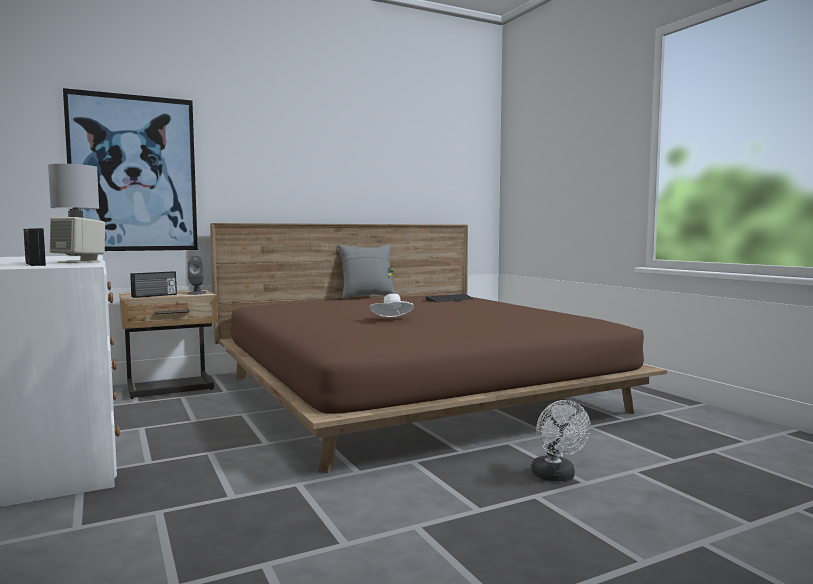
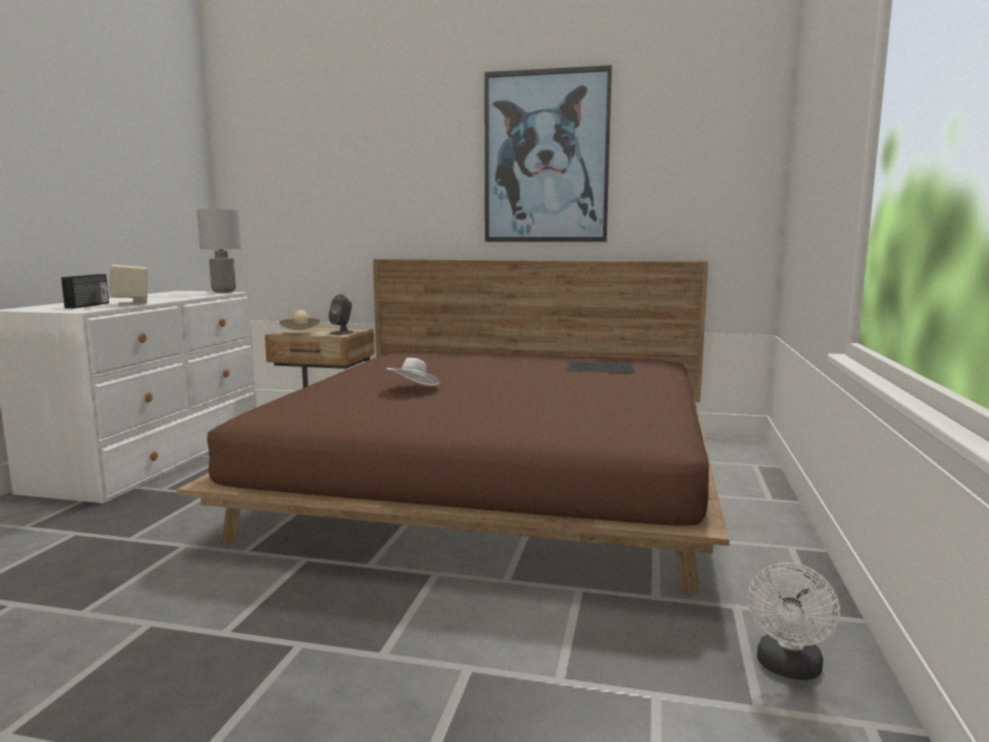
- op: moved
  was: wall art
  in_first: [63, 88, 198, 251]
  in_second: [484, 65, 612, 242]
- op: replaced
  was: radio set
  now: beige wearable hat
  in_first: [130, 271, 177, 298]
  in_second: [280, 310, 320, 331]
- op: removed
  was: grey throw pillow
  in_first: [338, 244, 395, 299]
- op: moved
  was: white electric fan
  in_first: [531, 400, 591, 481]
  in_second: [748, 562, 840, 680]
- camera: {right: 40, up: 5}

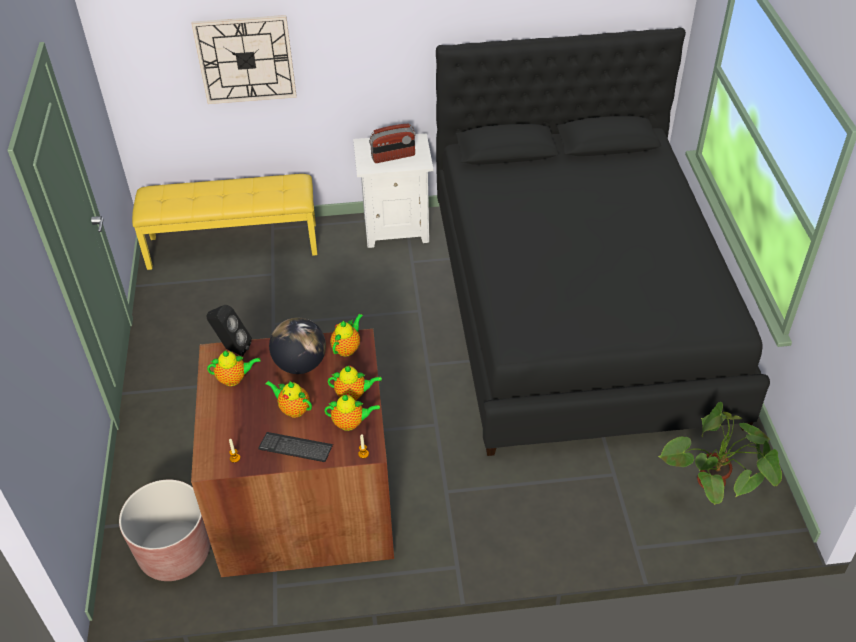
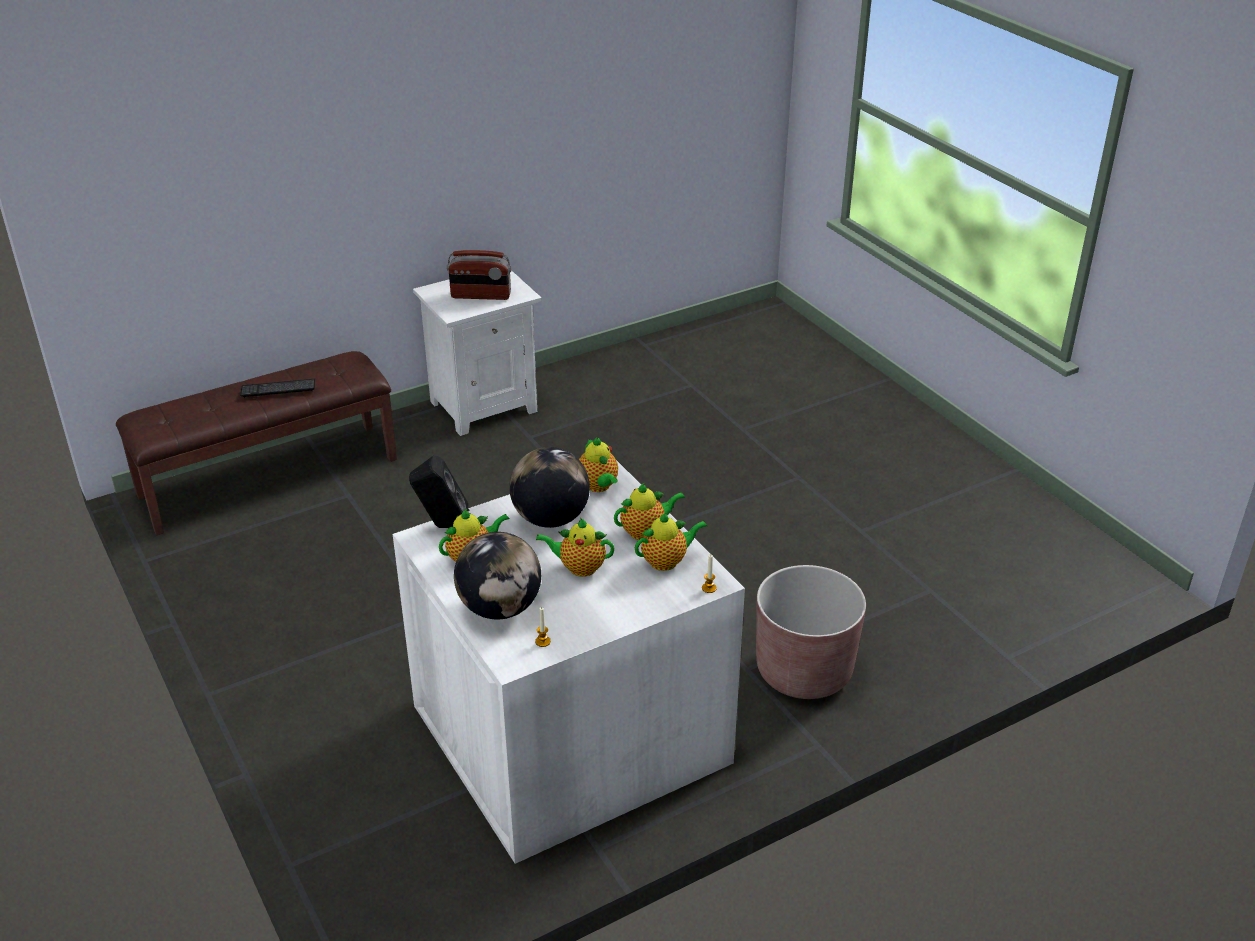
- op: moved
  was: brown flower pot
  in_first: [119, 480, 210, 581]
  in_second: [756, 565, 866, 699]
- op: recoloured
  was: yellowish bench
  now: brown bench
  in_first: [132, 174, 317, 270]
  in_second: [116, 351, 397, 535]
- op: recoloured
  was: brown drawer chest
  now: white drawer chest
  in_first: [191, 329, 394, 577]
  in_second: [393, 460, 745, 864]
- op: removed
  was: wall clock
  in_first: [192, 15, 297, 104]
- op: moved
  was: PC keyboard
  in_first: [258, 432, 333, 462]
  in_second: [240, 379, 315, 398]
- op: turned
  was: teapot
  in_first: [330, 314, 363, 357]
  in_second: [579, 437, 618, 492]
  clockwise: 150
- op: turned
  was: radio set
  in_first: [369, 123, 416, 163]
  in_second: [447, 250, 512, 300]
  clockwise: 45
- op: removed
  was: black bedroom bed
  in_first: [436, 28, 770, 456]
- op: removed
  was: potted plant
  in_first: [658, 402, 782, 505]
- op: added
  now: globe
  in_second: [454, 532, 541, 620]
- camera: {right: -25, up: -10}

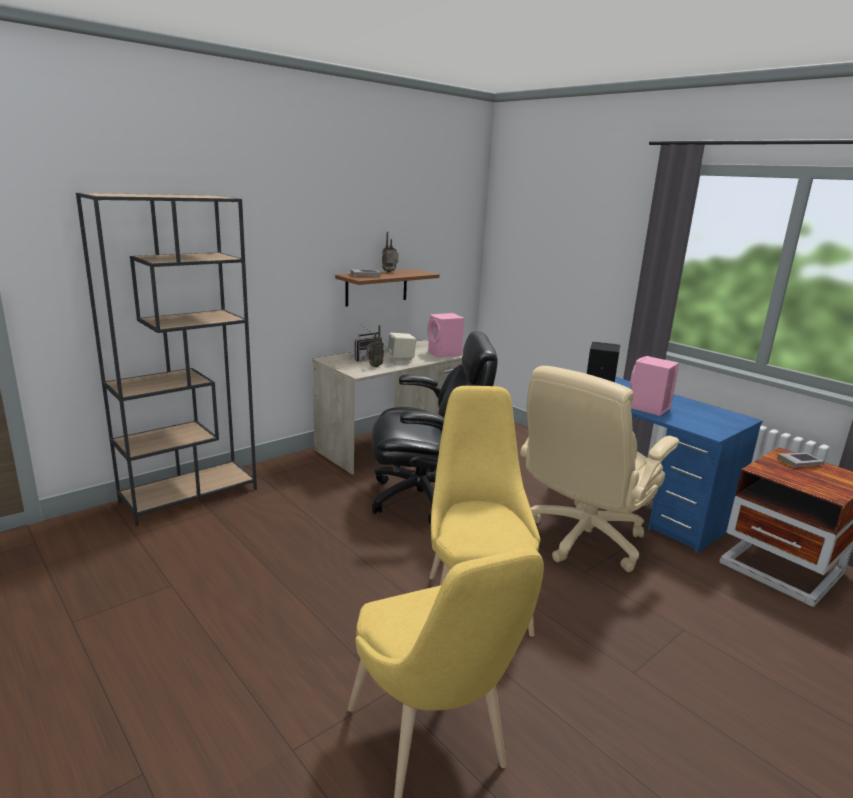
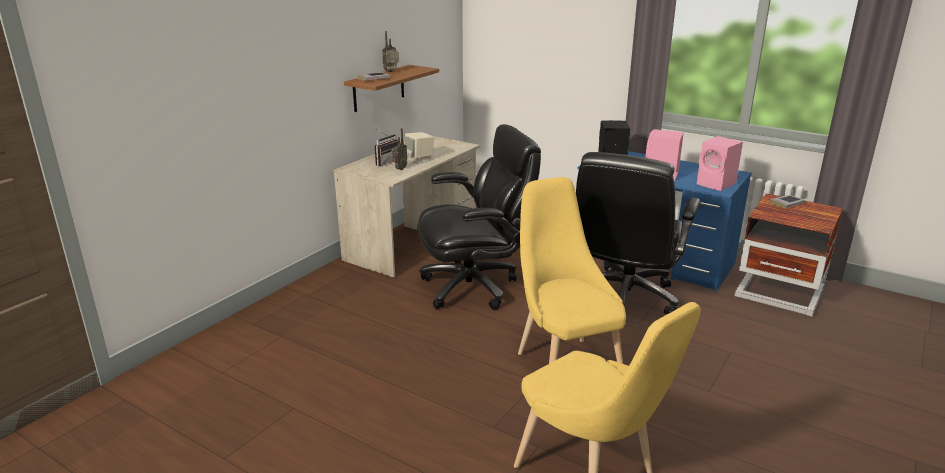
- op: removed
  was: bookcase
  in_first: [76, 193, 257, 526]
- op: moved
  was: pinkish audio speaker
  in_first: [427, 313, 464, 358]
  in_second: [697, 136, 743, 191]
- op: recoloured
  was: beige office chair
  now: black office chair
  in_first: [520, 366, 679, 572]
  in_second: [576, 152, 701, 315]
- camera: {right: -15, up: 5}

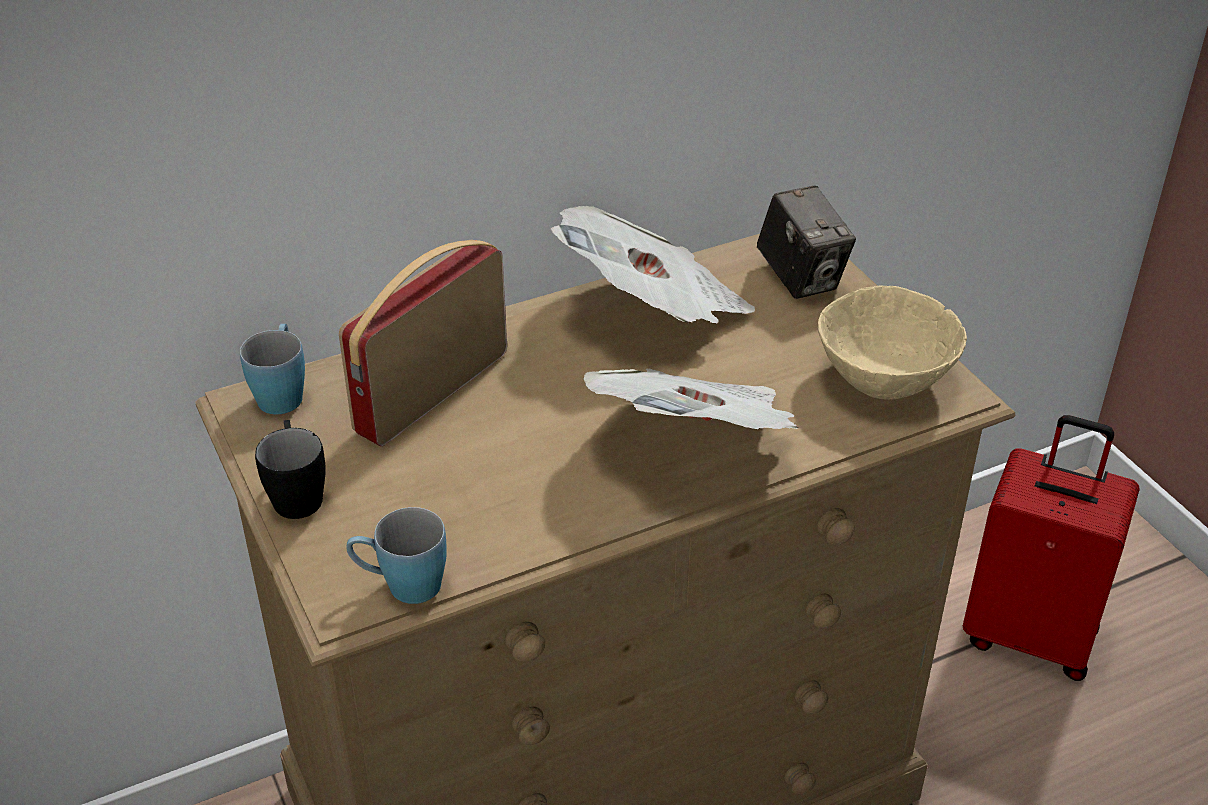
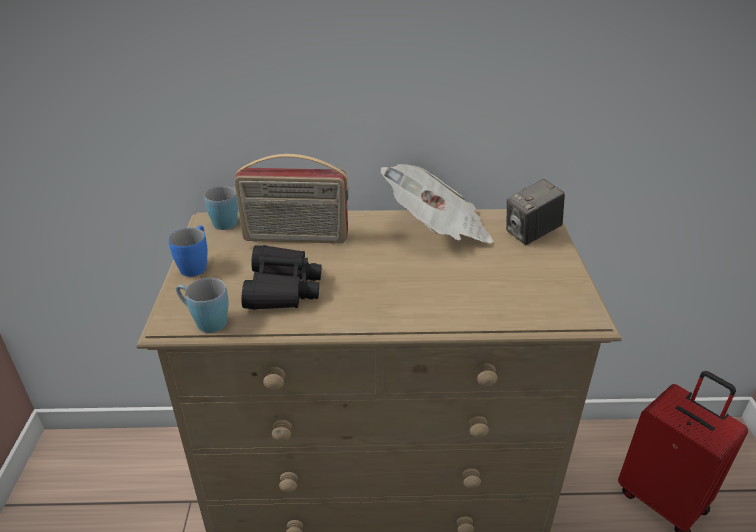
- op: recoloured
  was: black coffee mug
  now: blue coffee mug
  in_first: [255, 420, 326, 519]
  in_second: [168, 226, 207, 277]
- op: turned
  was: radio set
  in_first: [339, 239, 507, 446]
  in_second: [235, 154, 349, 243]
  clockwise: -150
- op: removed
  was: daily paper
  in_first: [583, 369, 798, 429]
- op: turned
  was: photo camera
  in_first: [757, 186, 856, 299]
  in_second: [506, 179, 565, 245]
  clockwise: 60
- op: removed
  was: beige serving bowl
  in_first: [818, 285, 967, 399]
- op: added
  now: black binoculars
  in_second: [242, 245, 321, 310]
- camera: {right: 25, up: -5}

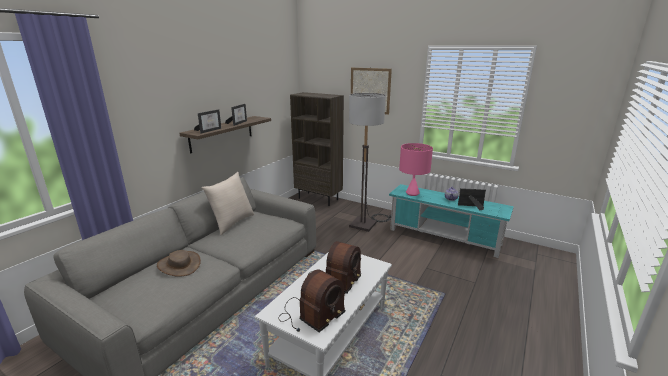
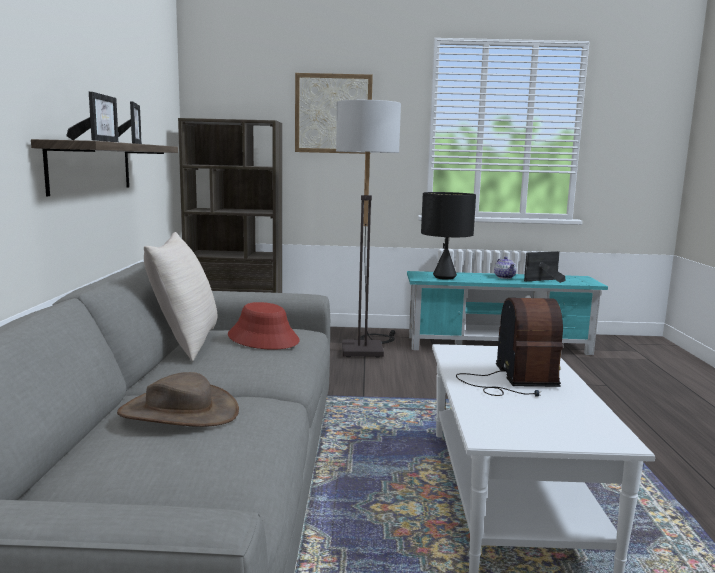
- op: removed
  was: radio set
  in_first: [278, 269, 345, 332]
- op: recoloured
  was: pinkish lamp for a table
  now: black lamp for a table
  in_first: [399, 143, 433, 196]
  in_second: [421, 192, 476, 280]
- op: added
  now: reddish wearable hat
  in_second: [228, 302, 300, 350]
- camera: {right: -30, up: -10}

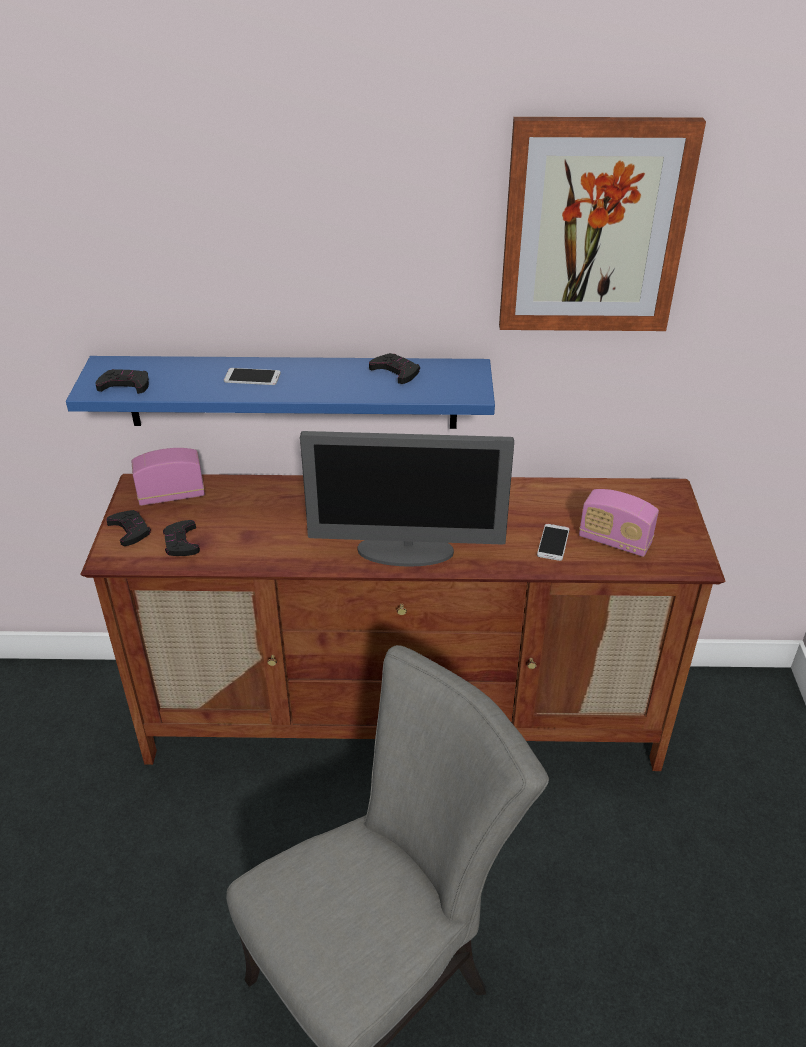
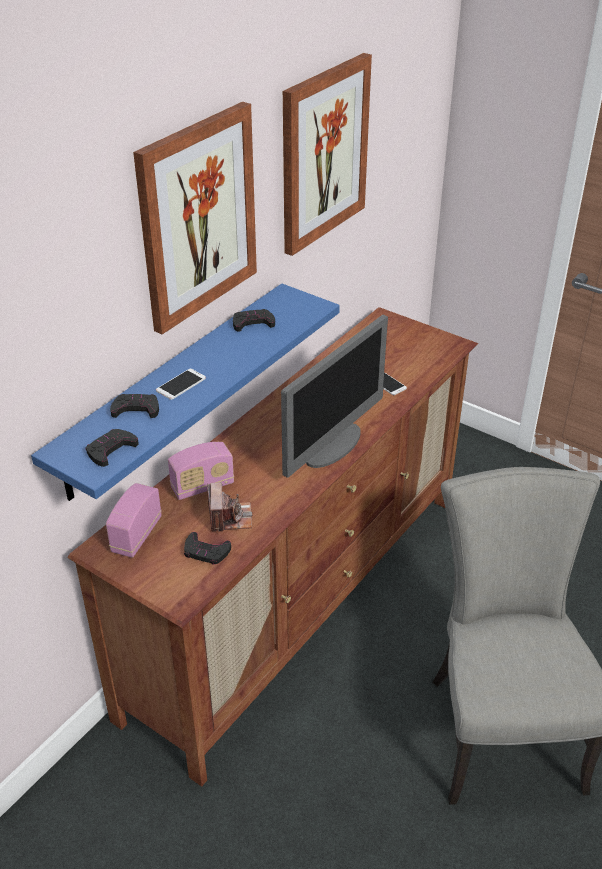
- op: moved
  was: black joypad
  in_first: [106, 510, 151, 546]
  in_second: [110, 394, 159, 418]
- op: moved
  was: radio set
  in_first: [579, 489, 659, 557]
  in_second: [168, 442, 234, 500]
- op: added
  now: wall art
  in_second: [133, 102, 257, 334]
- op: added
  now: photo camera
  in_second: [207, 482, 252, 533]
- camera: {right: -55, up: 0}

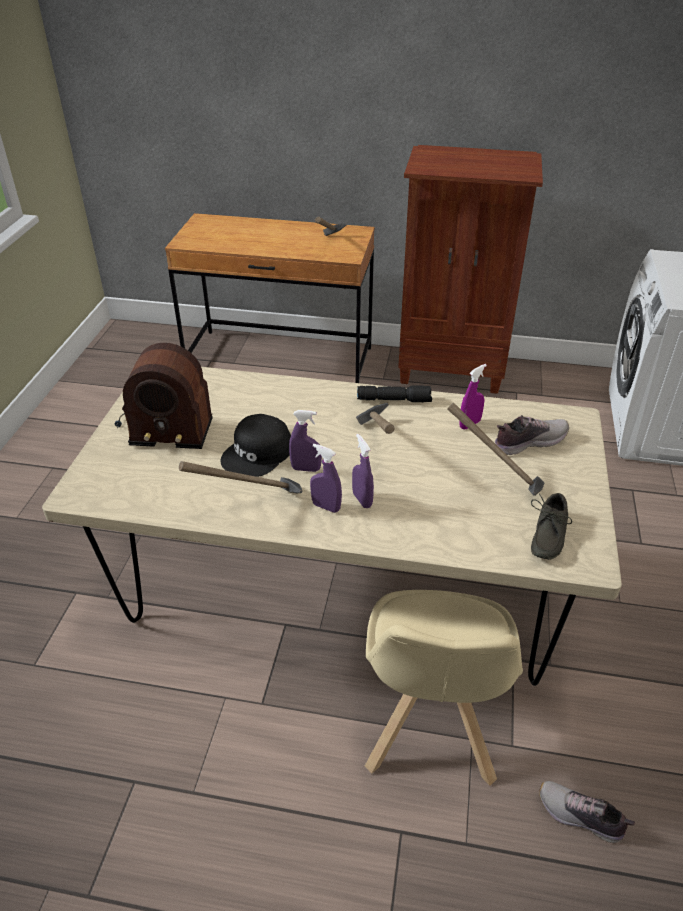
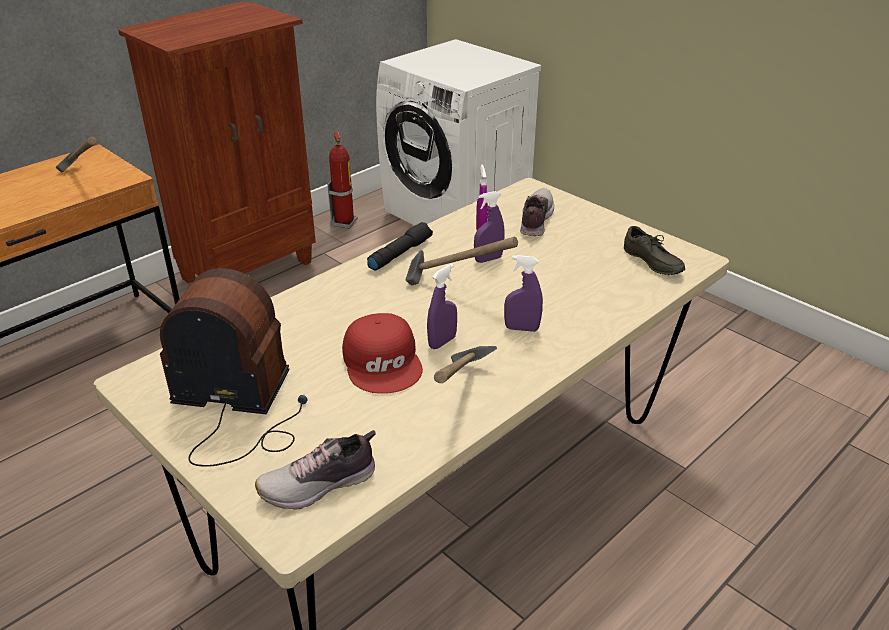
- op: turned
  was: radio set
  in_first: [115, 343, 213, 449]
  in_second: [160, 268, 308, 467]
  clockwise: -120
- op: recoloured
  was: black peaked cap
  now: reddish peaked cap
  in_first: [220, 414, 291, 477]
  in_second: [342, 313, 423, 394]
- op: moved
  was: purplish hand sprayer
  in_first: [310, 444, 342, 513]
  in_second: [474, 191, 504, 263]
- op: removed
  was: beige chair
  in_first: [365, 590, 523, 785]
- op: removed
  was: hand hammer
  in_first: [447, 403, 544, 496]
- op: moved
  was: item of footwear
  in_first: [539, 781, 635, 843]
  in_second: [255, 430, 376, 510]
- op: added
  now: fire-fighting cylinder
  in_second: [327, 131, 358, 229]
- camera: {right: -55, up: -5}

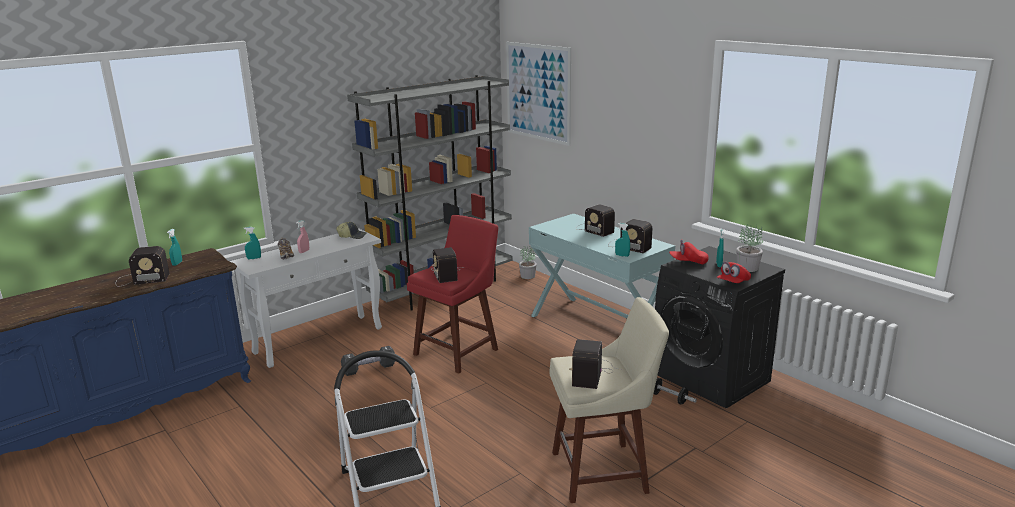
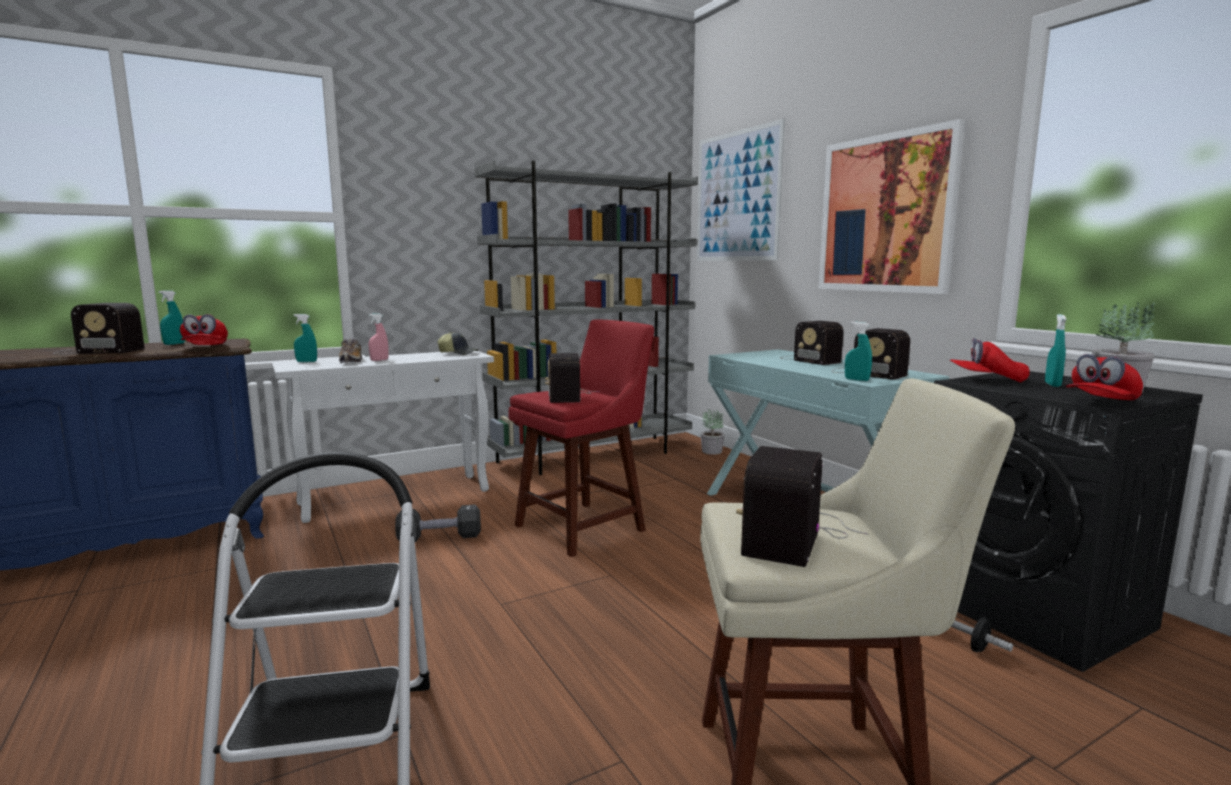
- op: added
  now: reddish peaked cap
  in_second: [180, 314, 228, 345]
- op: added
  now: wall art
  in_second: [818, 119, 965, 294]
- camera: {right: 10, up: -10}

